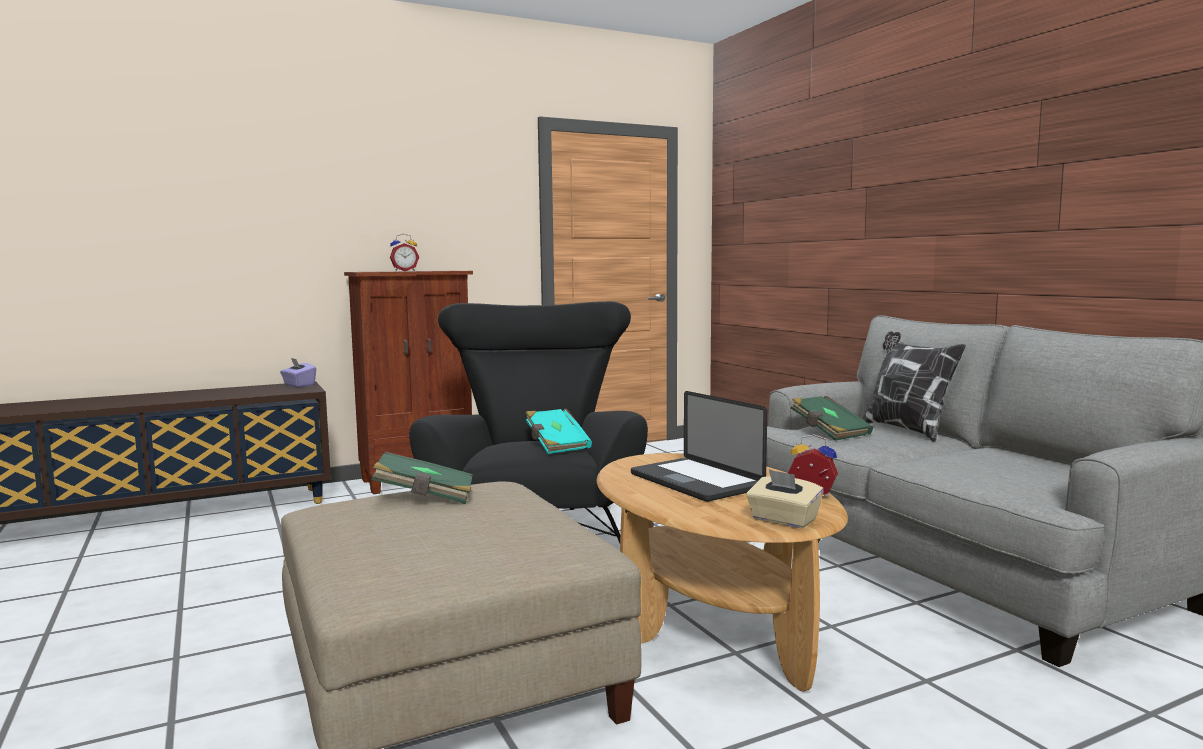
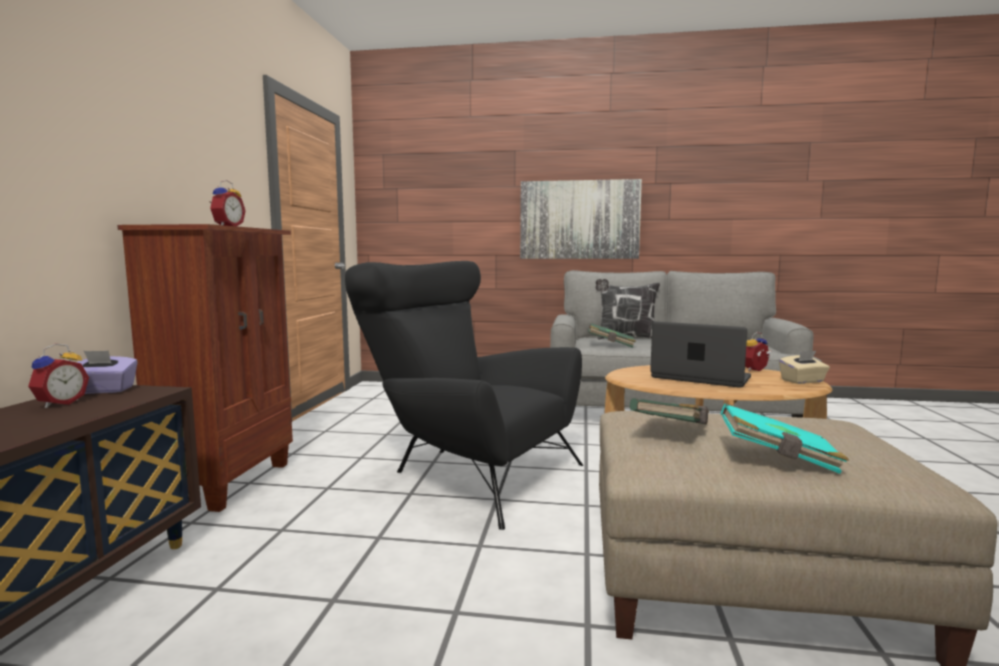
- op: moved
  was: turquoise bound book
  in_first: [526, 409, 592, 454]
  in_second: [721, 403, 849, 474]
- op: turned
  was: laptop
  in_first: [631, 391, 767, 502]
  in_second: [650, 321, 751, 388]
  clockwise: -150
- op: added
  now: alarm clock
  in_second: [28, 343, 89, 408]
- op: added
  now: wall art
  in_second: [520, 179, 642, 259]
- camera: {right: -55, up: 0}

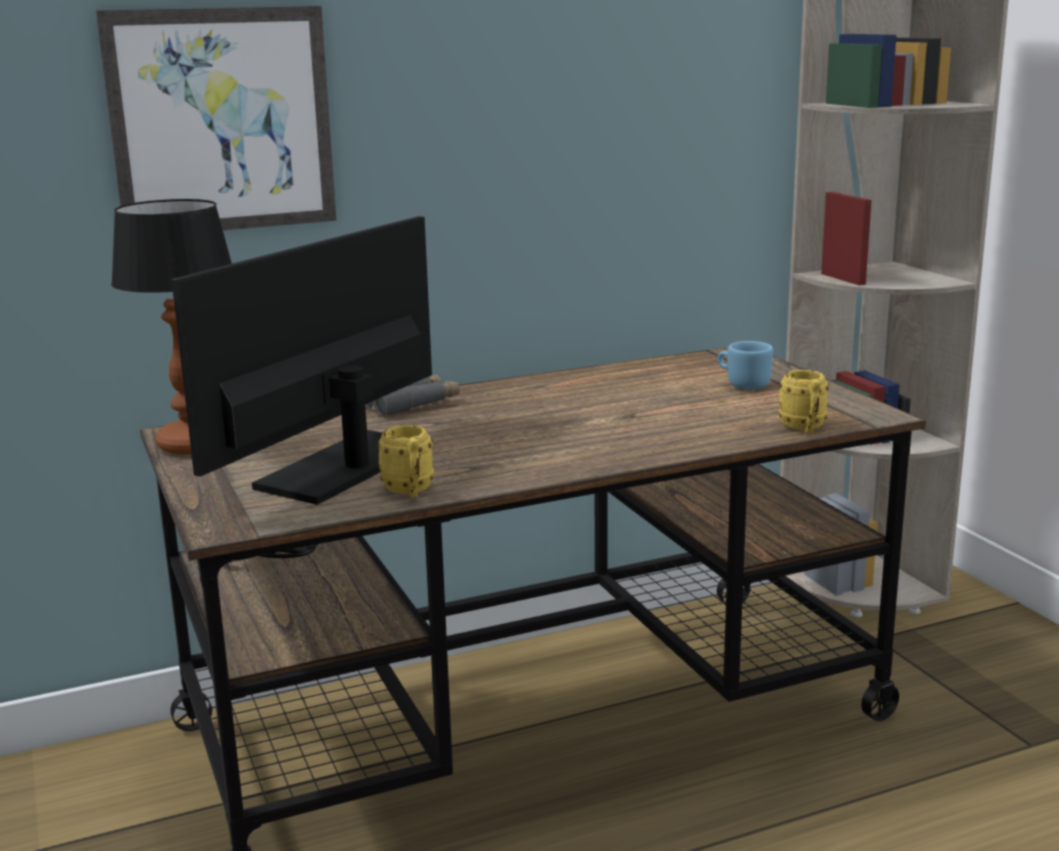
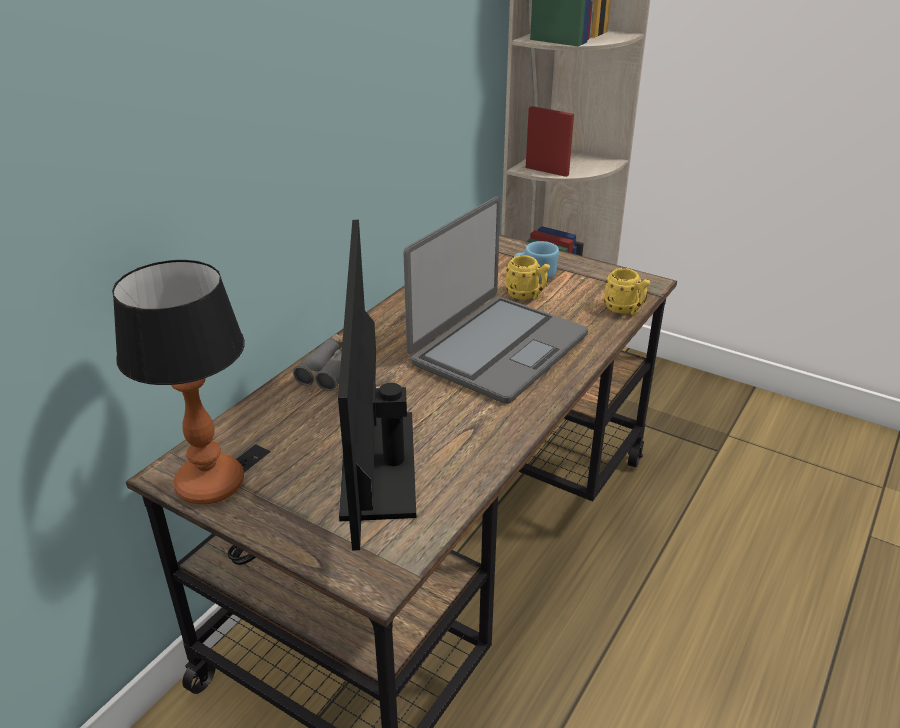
- op: removed
  was: wall art
  in_first: [96, 6, 336, 230]
- op: moved
  was: yellowish coffee mug
  in_first: [377, 425, 434, 498]
  in_second: [506, 255, 550, 300]
- op: added
  now: laptop
  in_second: [403, 196, 588, 404]
- camera: {right: -35, up: 15}

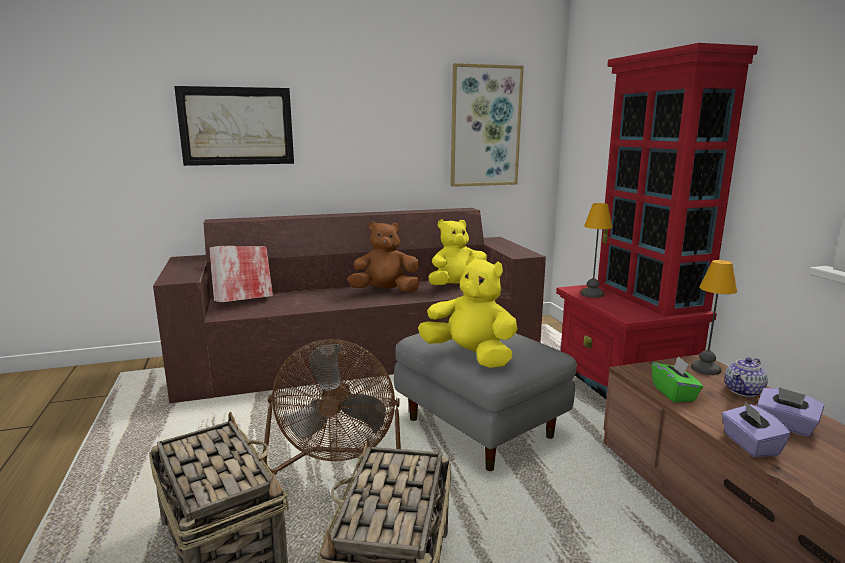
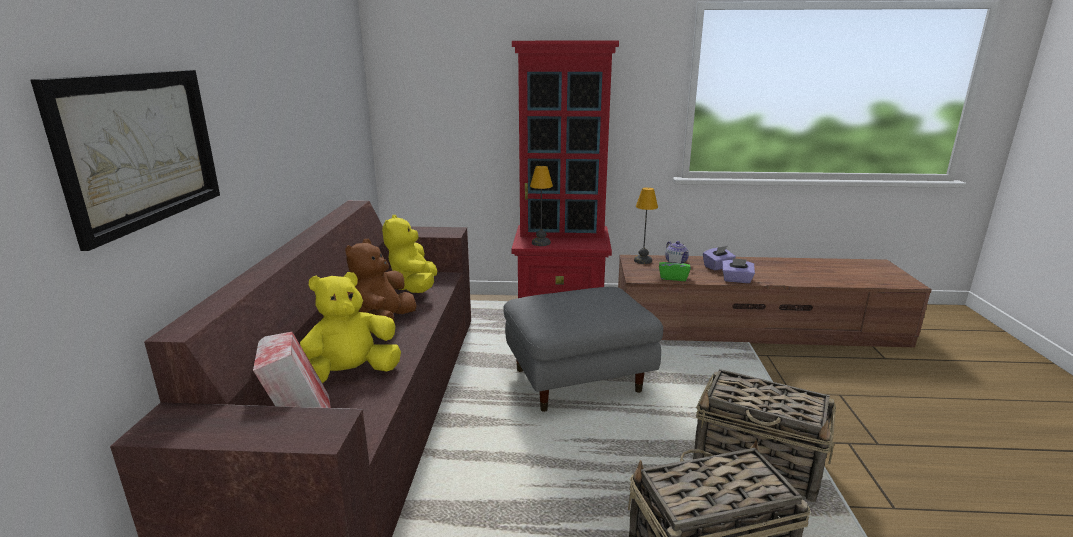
- op: removed
  was: brown electric fan
  in_first: [263, 339, 401, 476]
- op: moved
  was: yellowish plush toy
  in_first: [418, 255, 518, 368]
  in_second: [300, 272, 401, 383]
- op: removed
  was: wall art
  in_first: [450, 63, 524, 187]
- camera: {right: -70, up: 5}

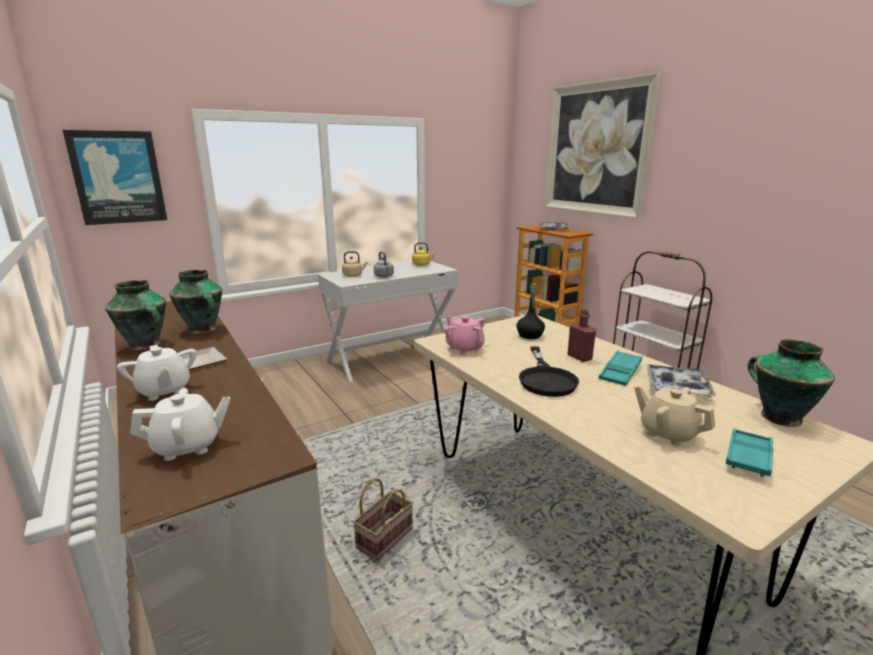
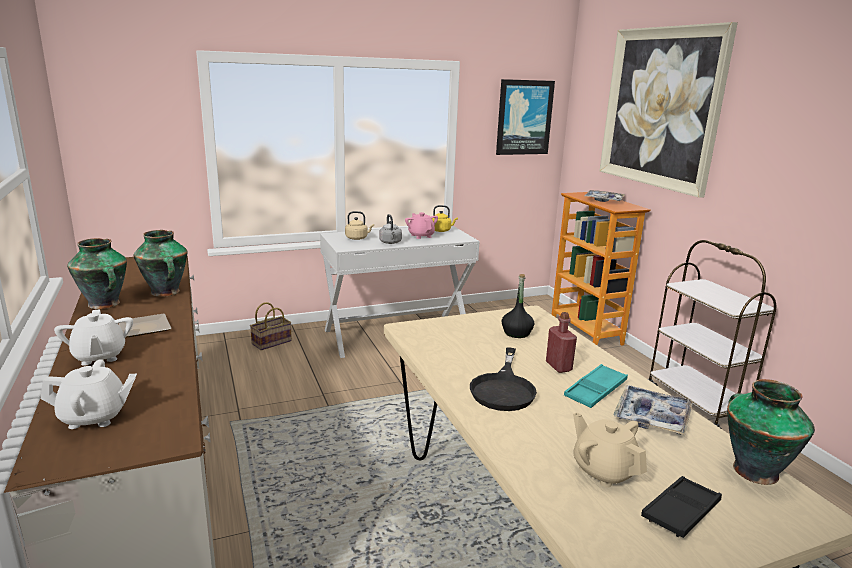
- op: moved
  was: wall art
  in_first: [63, 130, 167, 225]
  in_second: [496, 79, 555, 155]
- op: moved
  was: storage basket
  in_first: [353, 478, 413, 561]
  in_second: [250, 302, 292, 350]
- op: moved
  was: pinkish teapot
  in_first: [444, 316, 485, 355]
  in_second: [405, 212, 438, 239]
- op: recoloured
  was: turquoise tray
  now: black tray
  in_first: [726, 428, 773, 477]
  in_second: [641, 476, 722, 538]
- camera: {right: 10, up: 0}

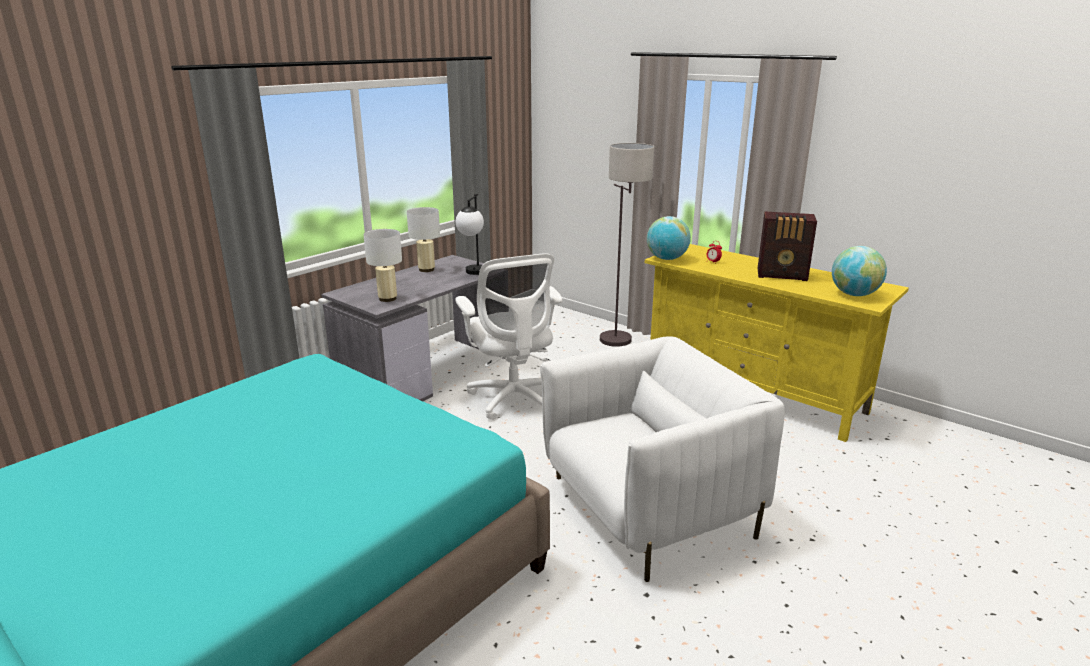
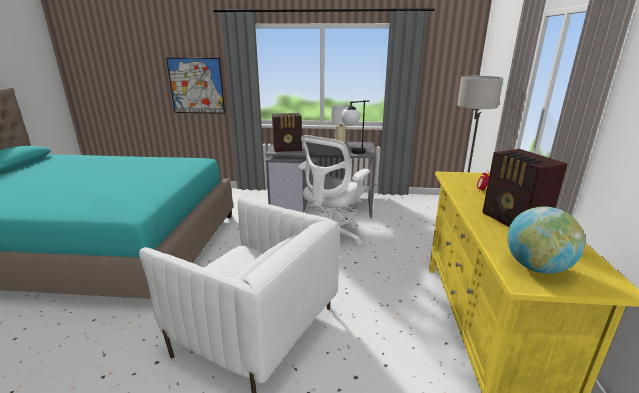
- op: replaced
  was: white lamp for a table
  now: radio set
  in_first: [364, 229, 402, 302]
  in_second: [272, 113, 302, 152]
- op: removed
  was: globe
  in_first: [647, 216, 691, 260]
- op: added
  now: wall art
  in_second: [166, 58, 225, 114]
- camera: {right: 55, up: 0}

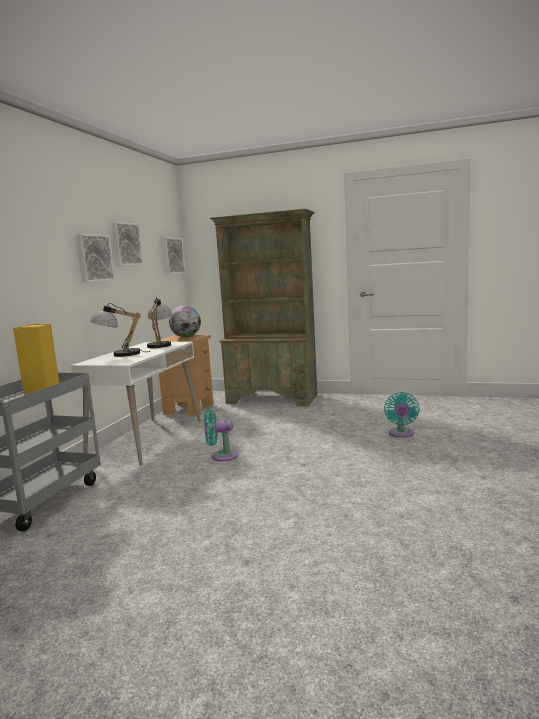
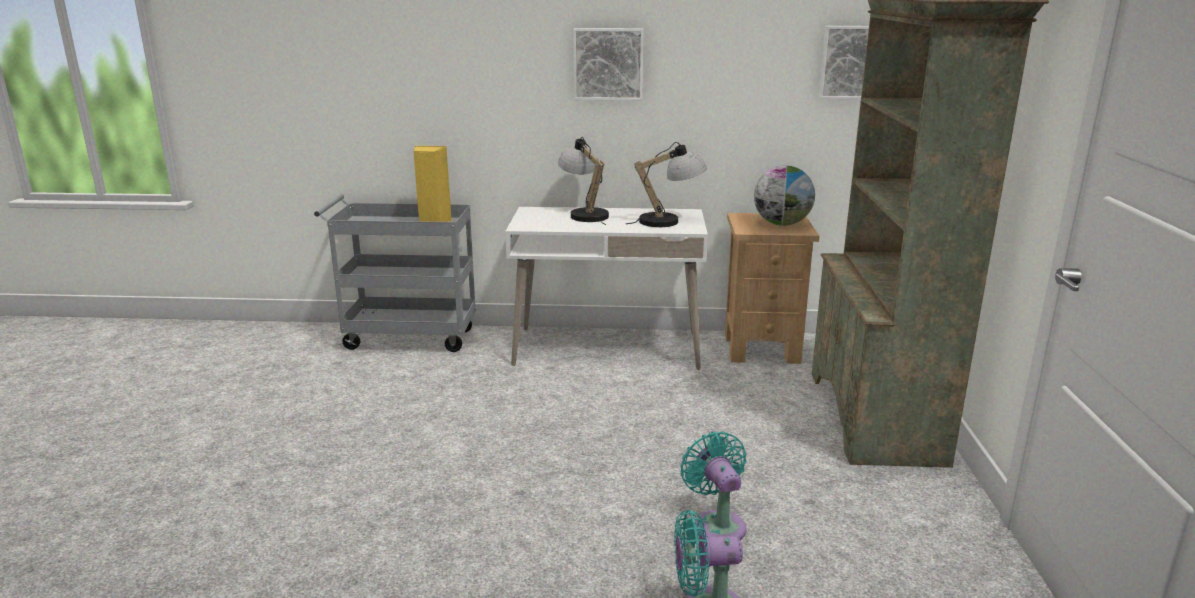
- op: removed
  was: wall art
  in_first: [111, 222, 144, 266]
- op: moved
  was: turquoise electric fan
  in_first: [204, 410, 238, 462]
  in_second: [680, 432, 747, 540]
- camera: {right: 75, up: 10}

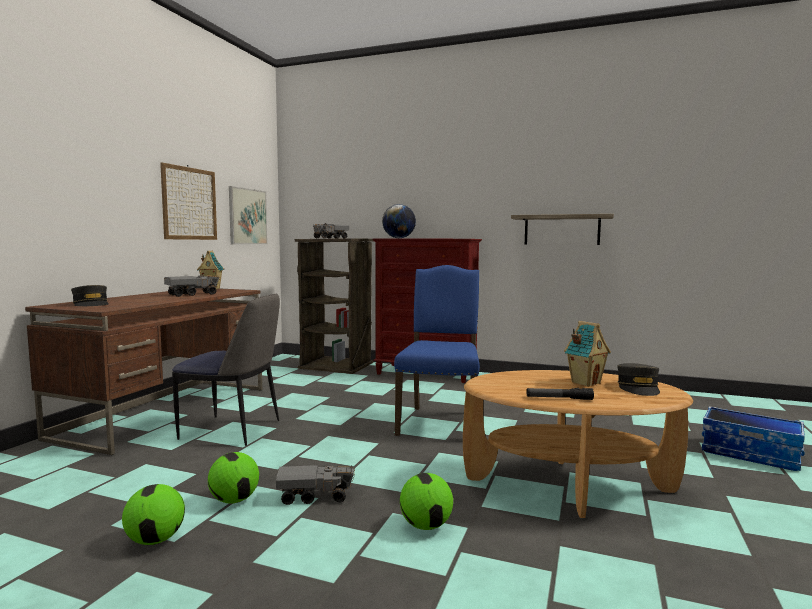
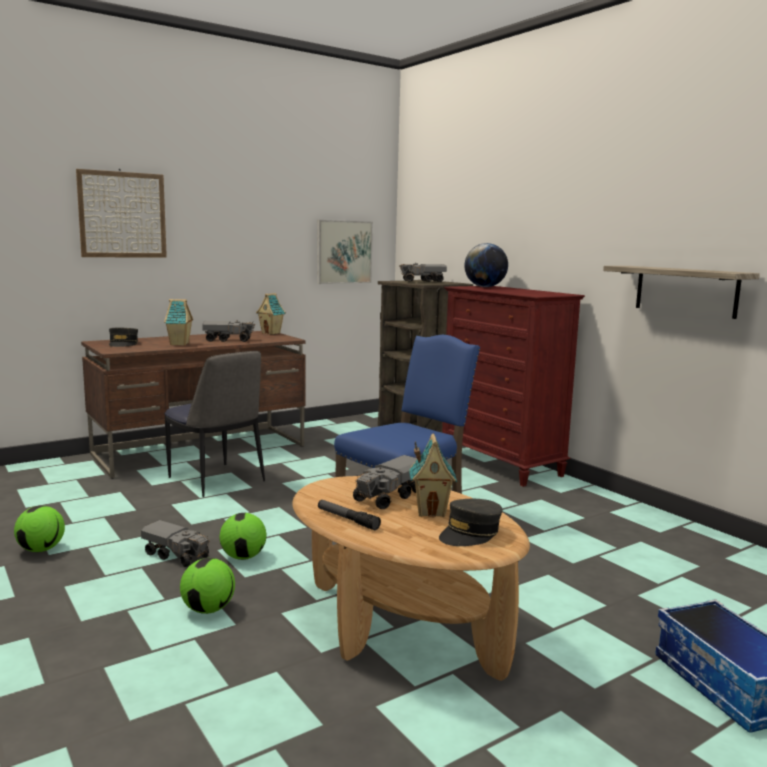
- op: moved
  was: wall art
  in_first: [160, 163, 217, 240]
  in_second: [76, 169, 167, 258]
- op: moved
  was: football ball
  in_first: [208, 452, 259, 503]
  in_second: [220, 513, 266, 560]
- op: added
  now: miniature house
  in_second: [164, 299, 193, 345]
- op: added
  now: toy truck
  in_second: [353, 455, 417, 509]
- camera: {right: 35, up: 5}

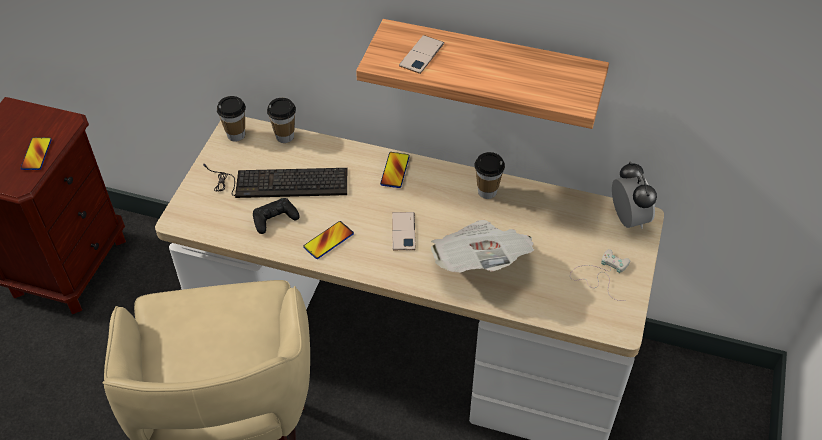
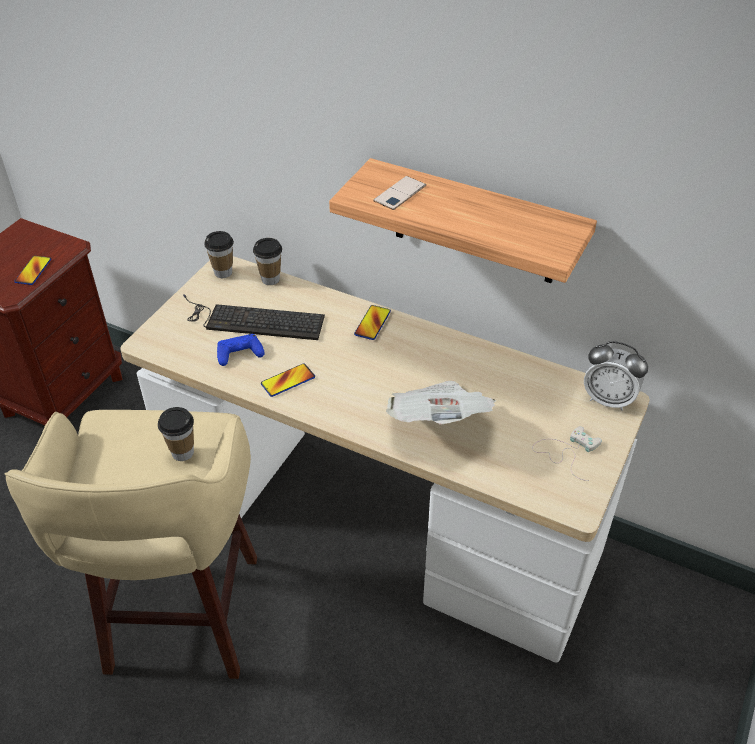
- op: recoloured
  was: black joypad
  now: blue joypad
  in_first: [253, 198, 300, 234]
  in_second: [217, 334, 265, 366]
- op: removed
  was: telephone
  in_first: [392, 212, 416, 250]
- op: moved
  was: drinking cup
  in_first: [475, 152, 505, 199]
  in_second: [158, 407, 194, 461]
- op: turned
  was: alarm clock
  in_first: [612, 162, 657, 229]
  in_second: [584, 341, 648, 411]
  clockwise: 120
- camera: {right: 10, up: -5}

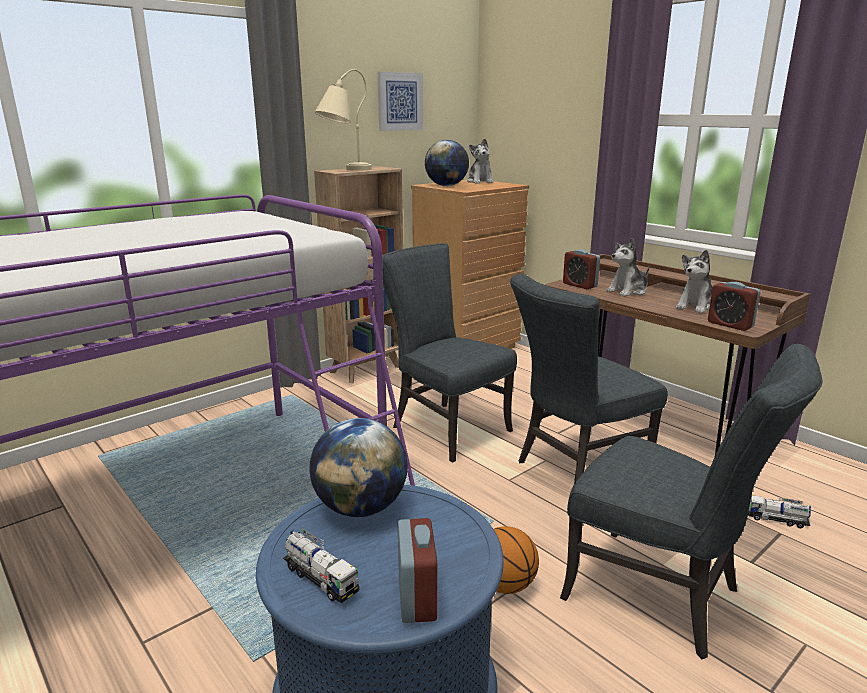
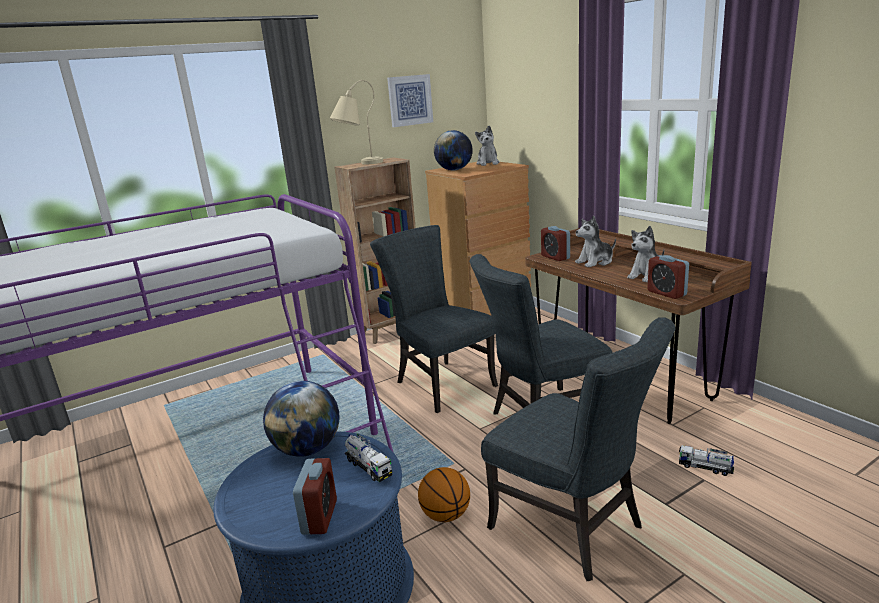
- op: moved
  was: toy truck
  in_first: [283, 528, 359, 603]
  in_second: [345, 433, 392, 482]
- camera: {right: 10, up: 0}

